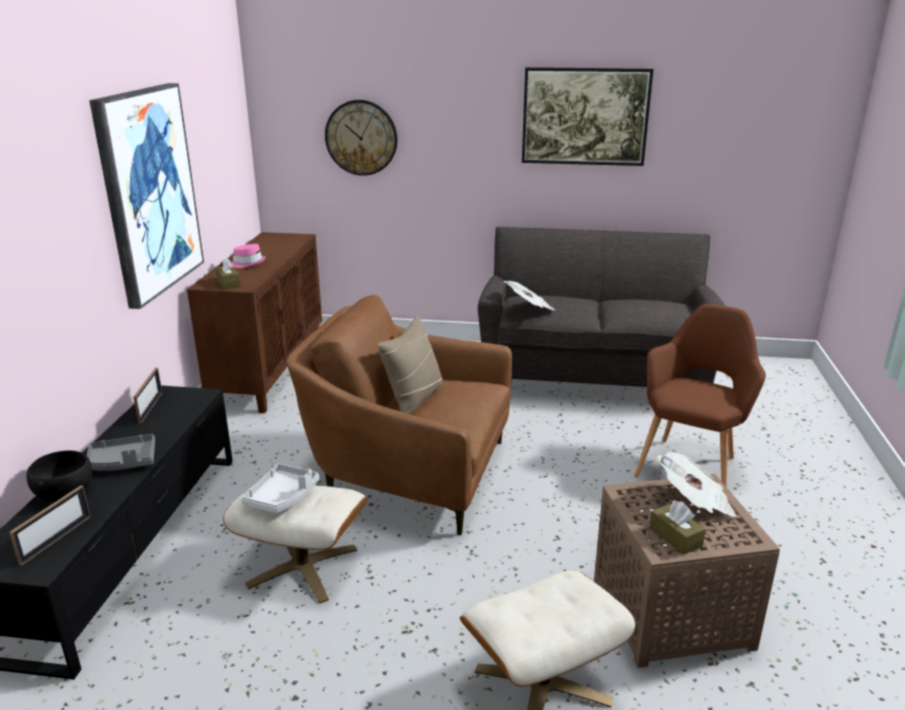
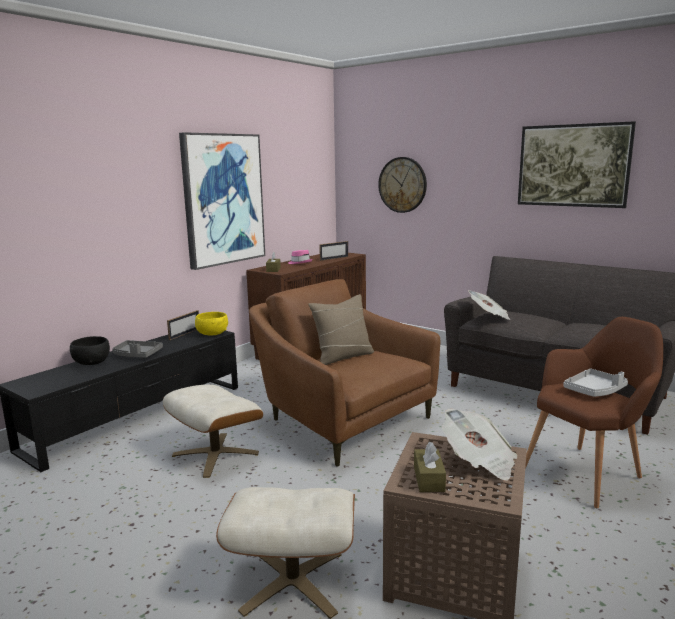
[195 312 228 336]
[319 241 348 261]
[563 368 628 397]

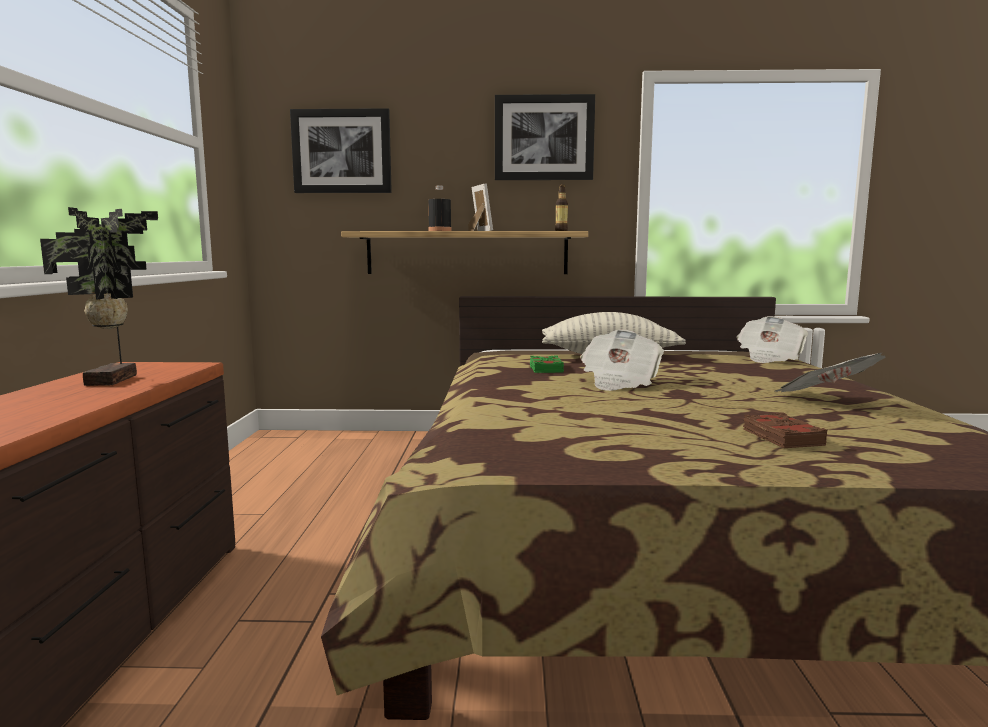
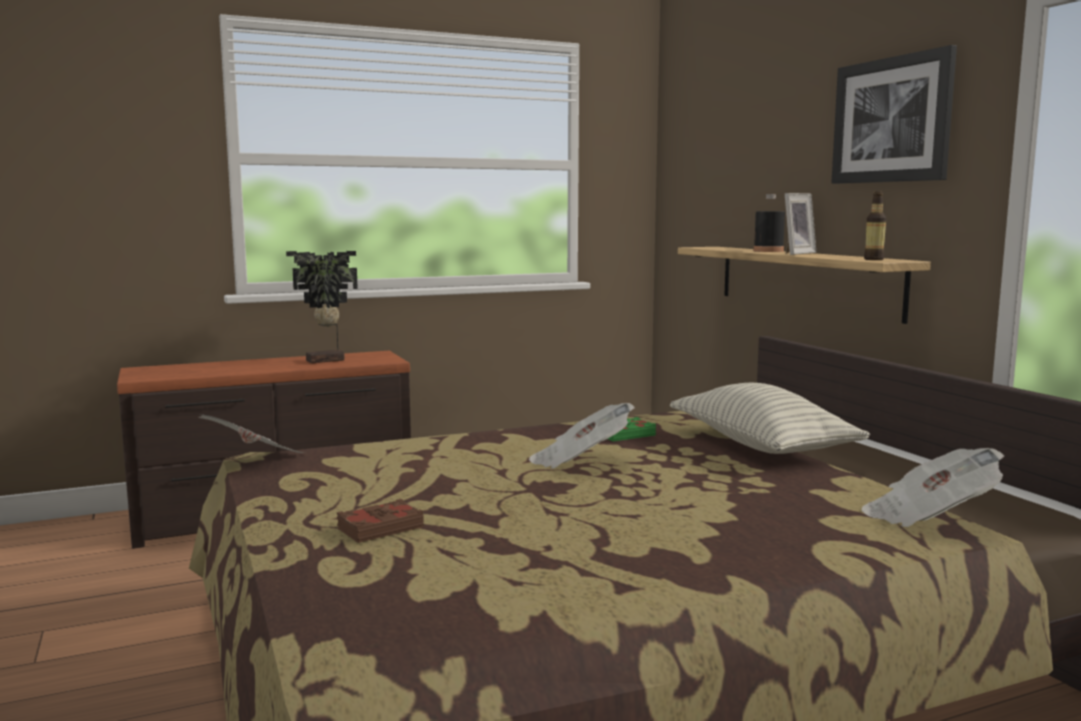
[290 108 392 193] (first image)
[198 415 306 453]

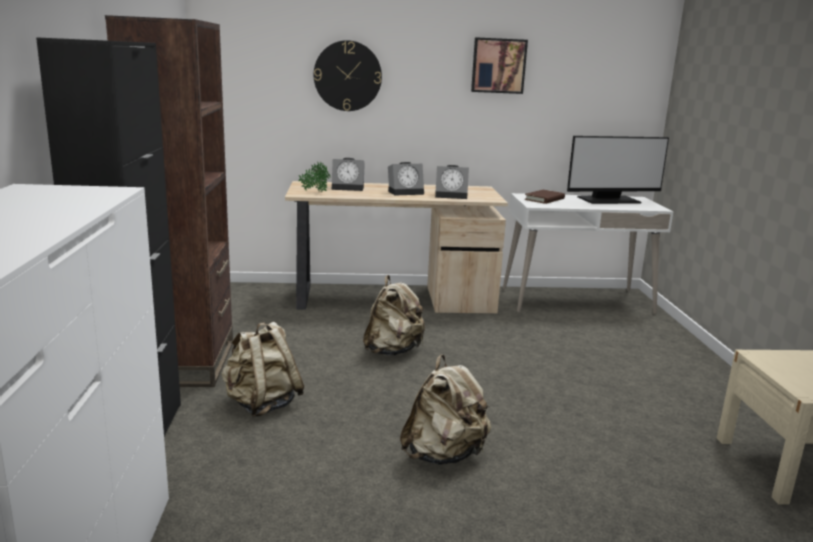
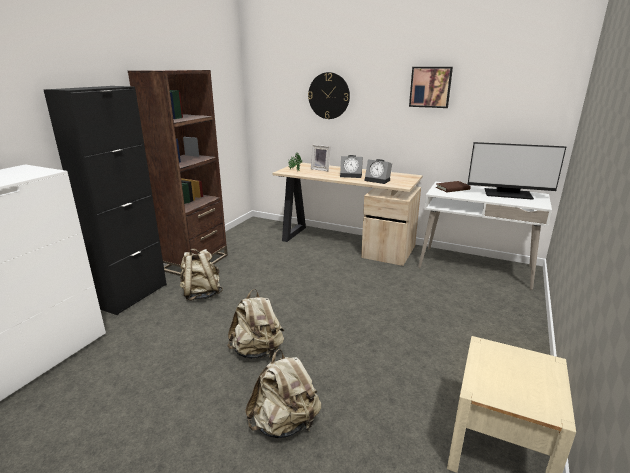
[245 349 321 438]
[311 145 331 171]

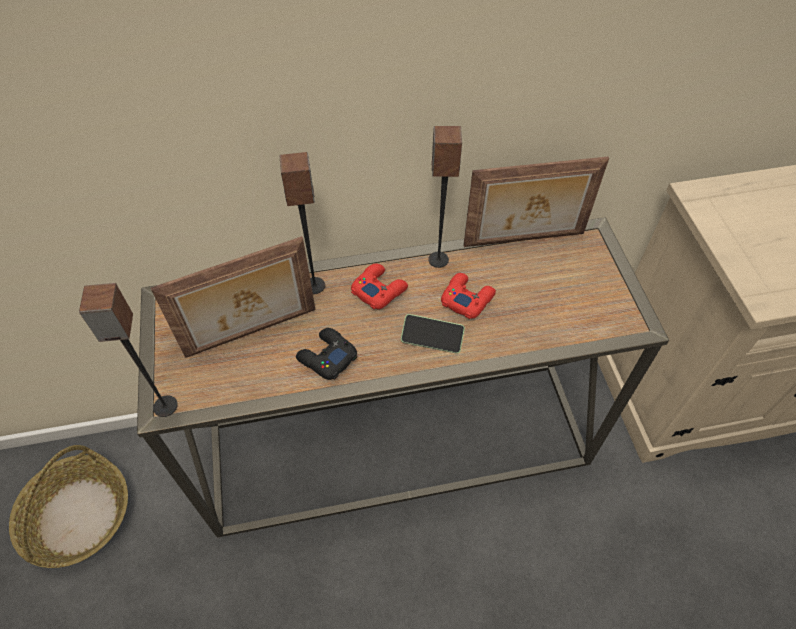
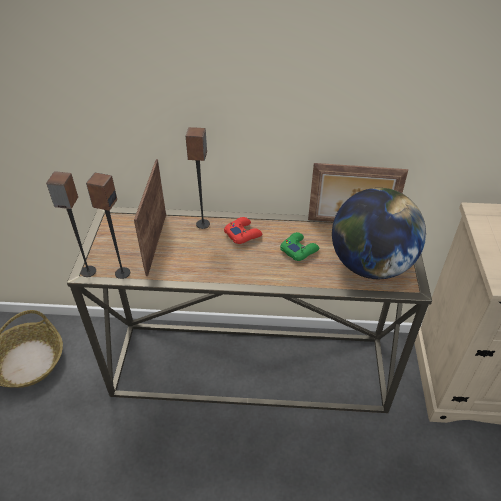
[296 328 357 380] (first image)
[401 314 465 354] (first image)
[332 188 426 279]
[86 173 130 279]
[280 232 319 261]
[134 159 166 276]

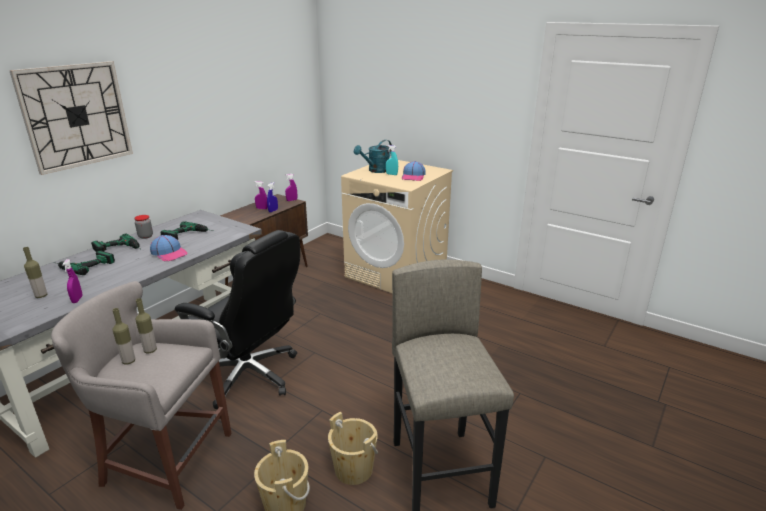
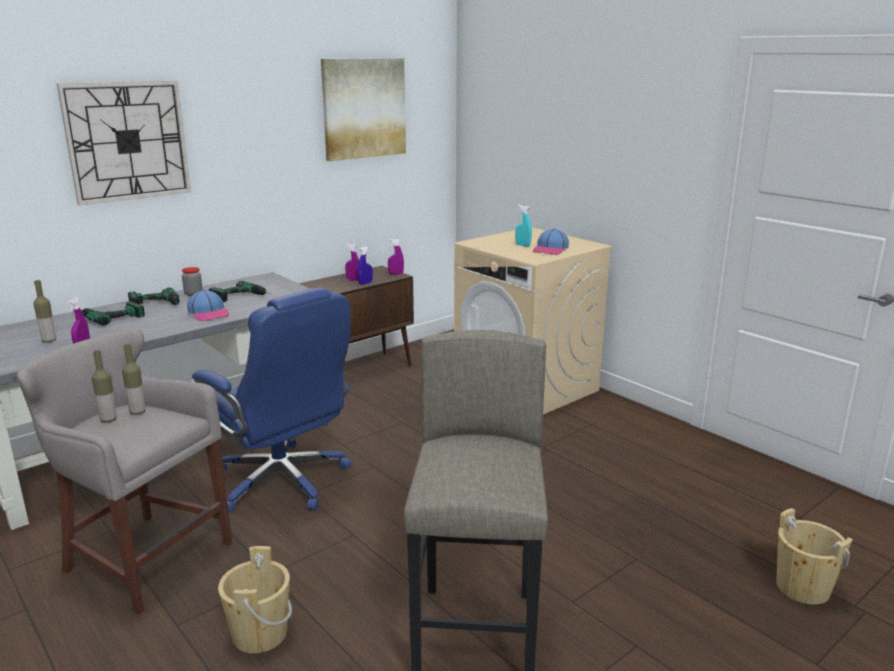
[354 140 392 173] (first image)
[321 58 406 161]
[776 508 853 605]
[192 287 351 513]

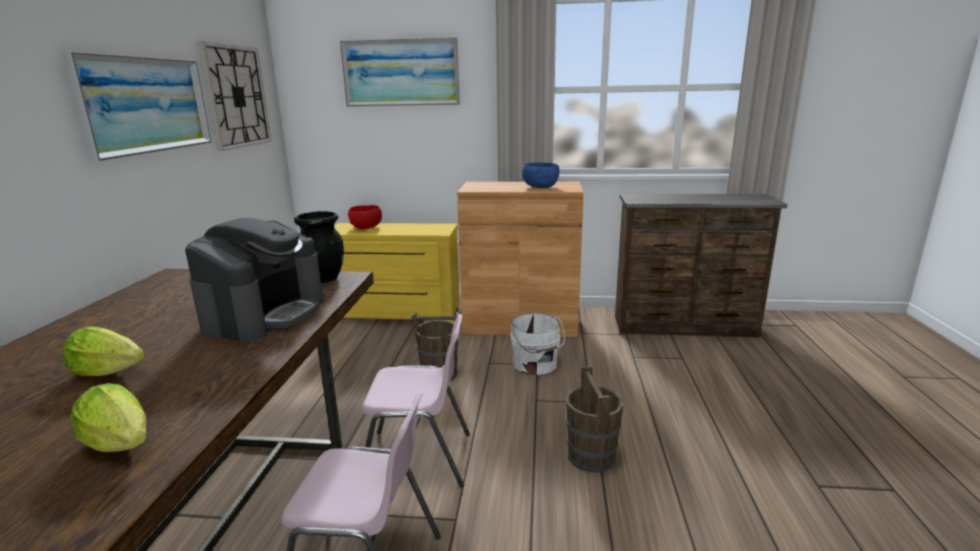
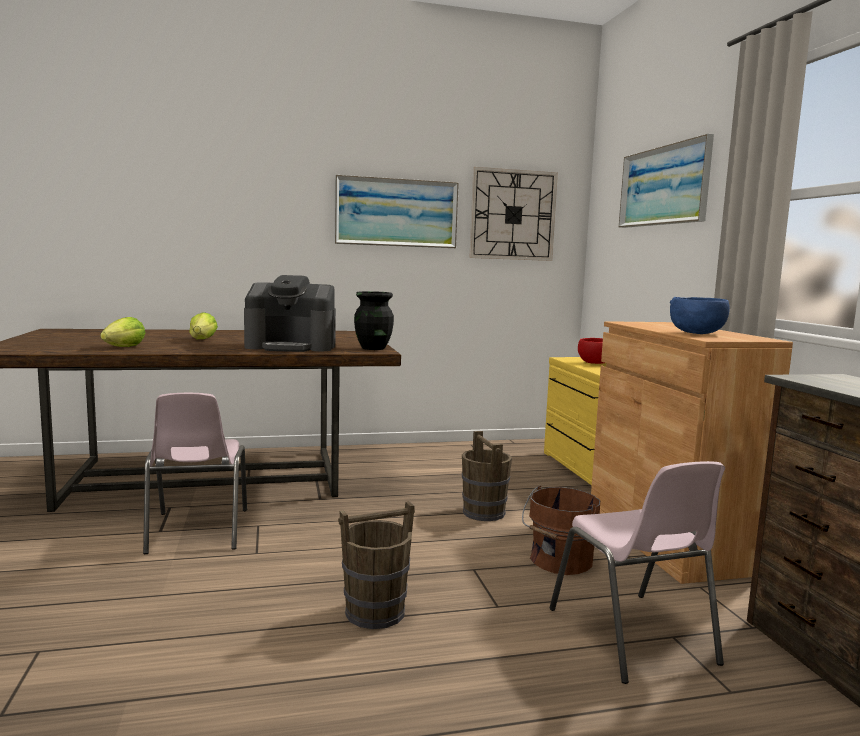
[549 461 725 684]
[522 485 600 575]

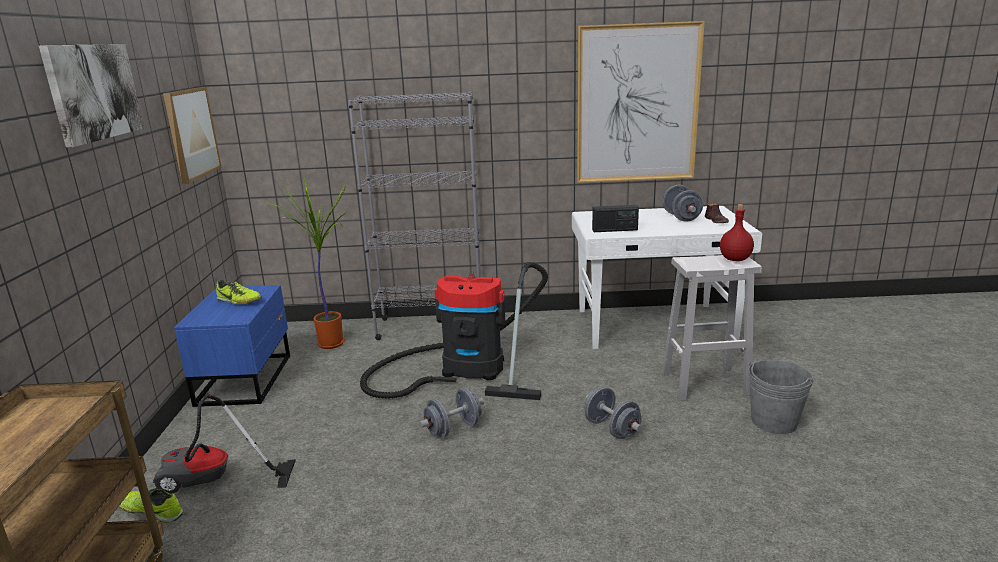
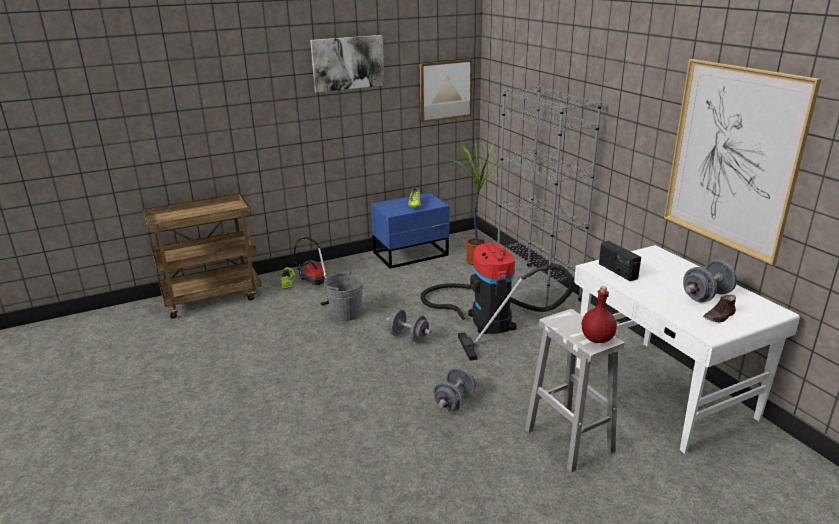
[324 271 364 321]

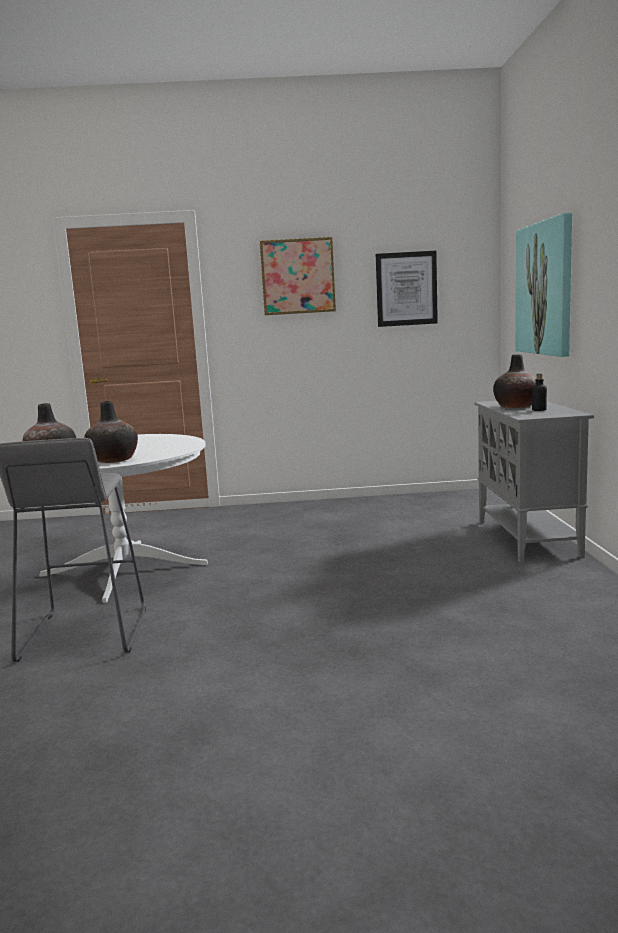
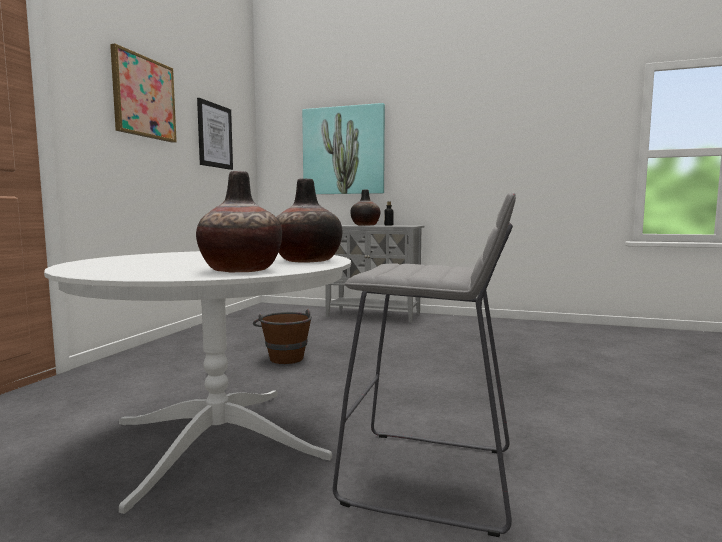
[253 308 312 364]

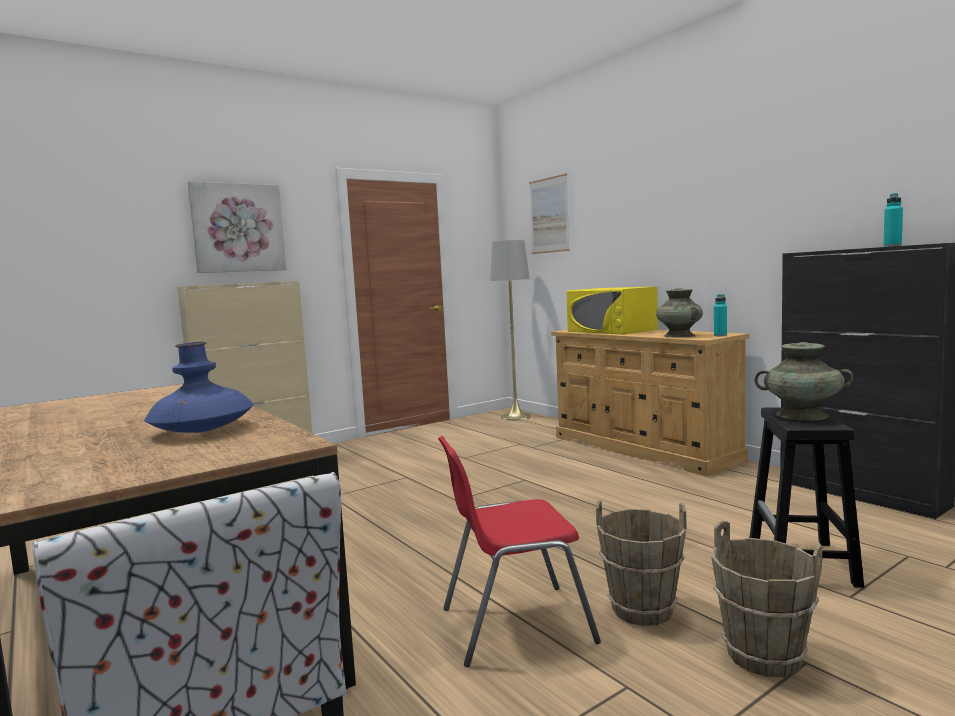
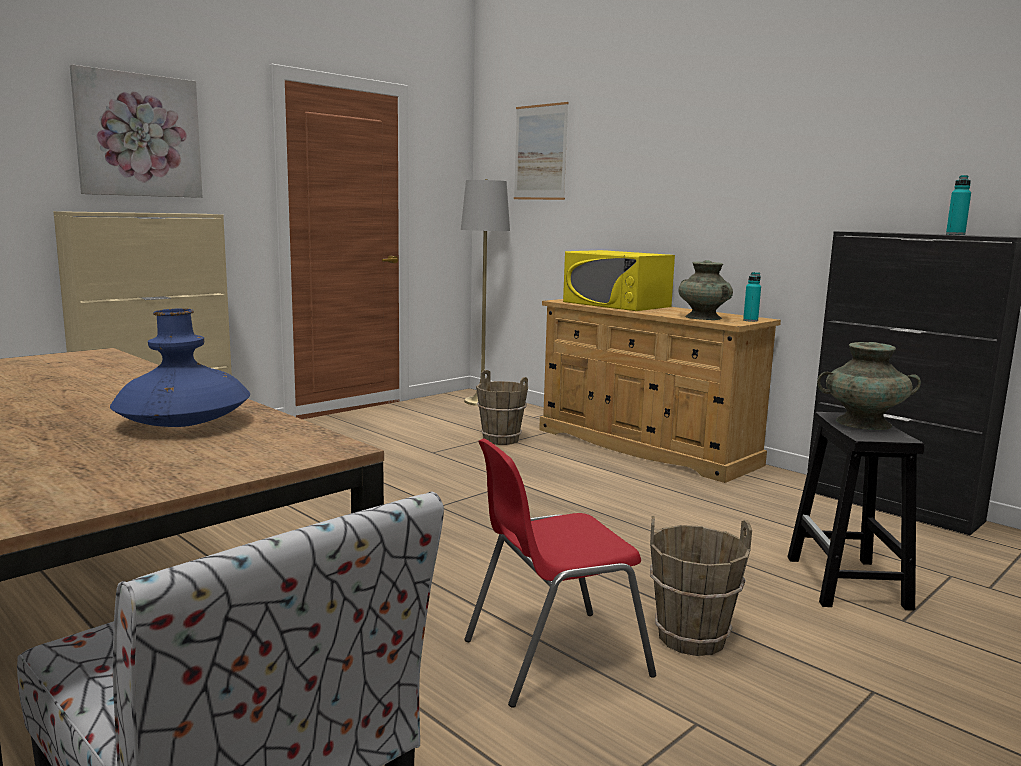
[476 370 528 445]

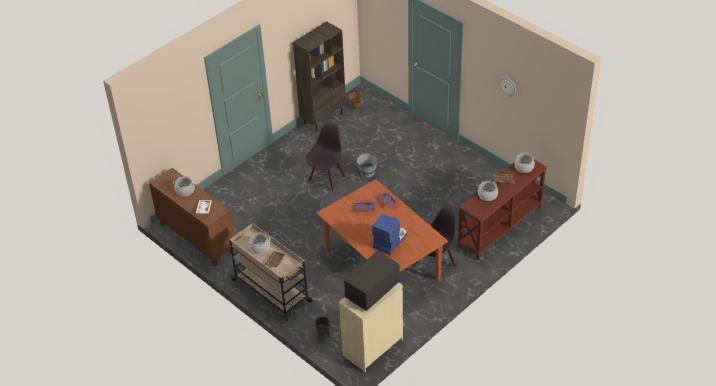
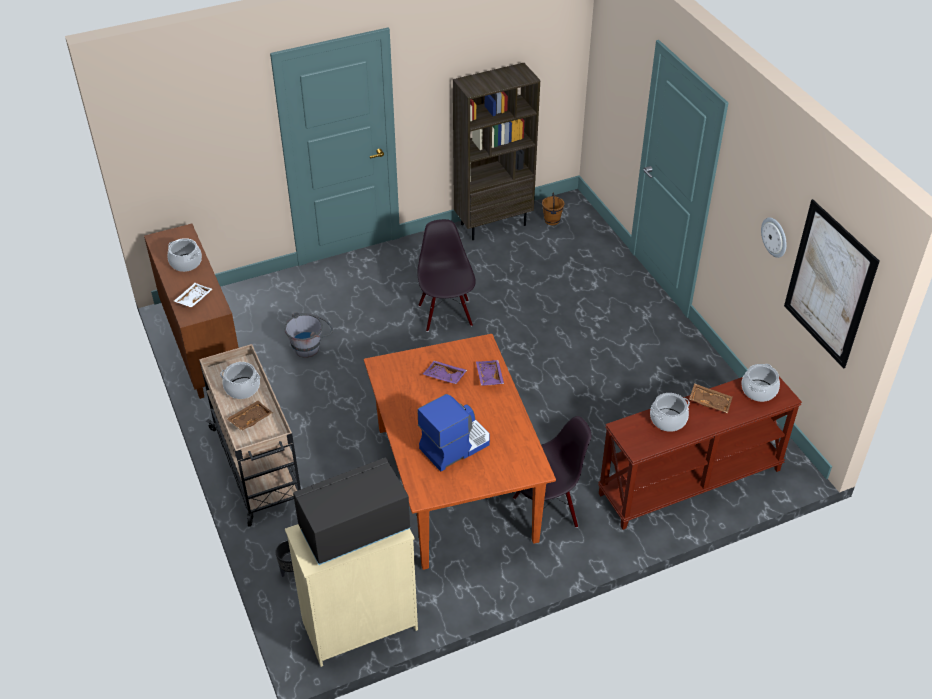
[784 199 880 369]
[284 312 333 358]
[418 219 476 332]

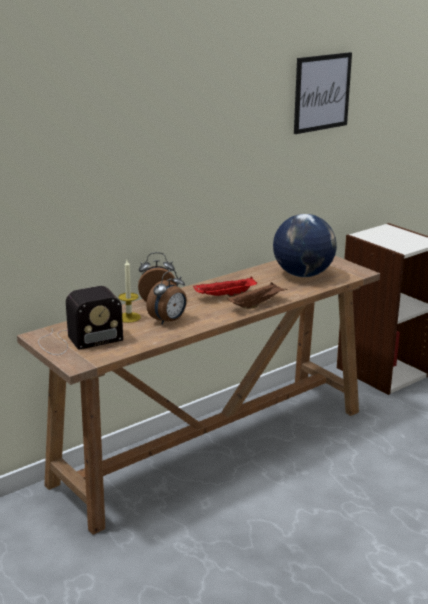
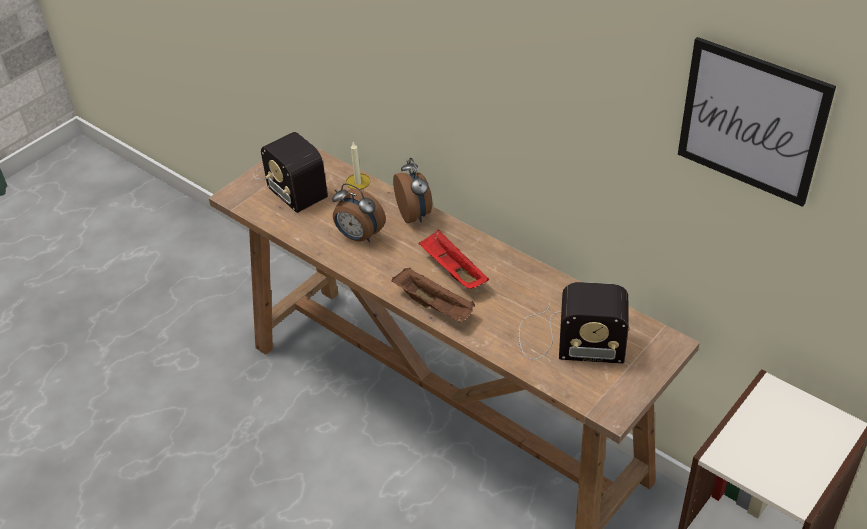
[519 282 629 364]

